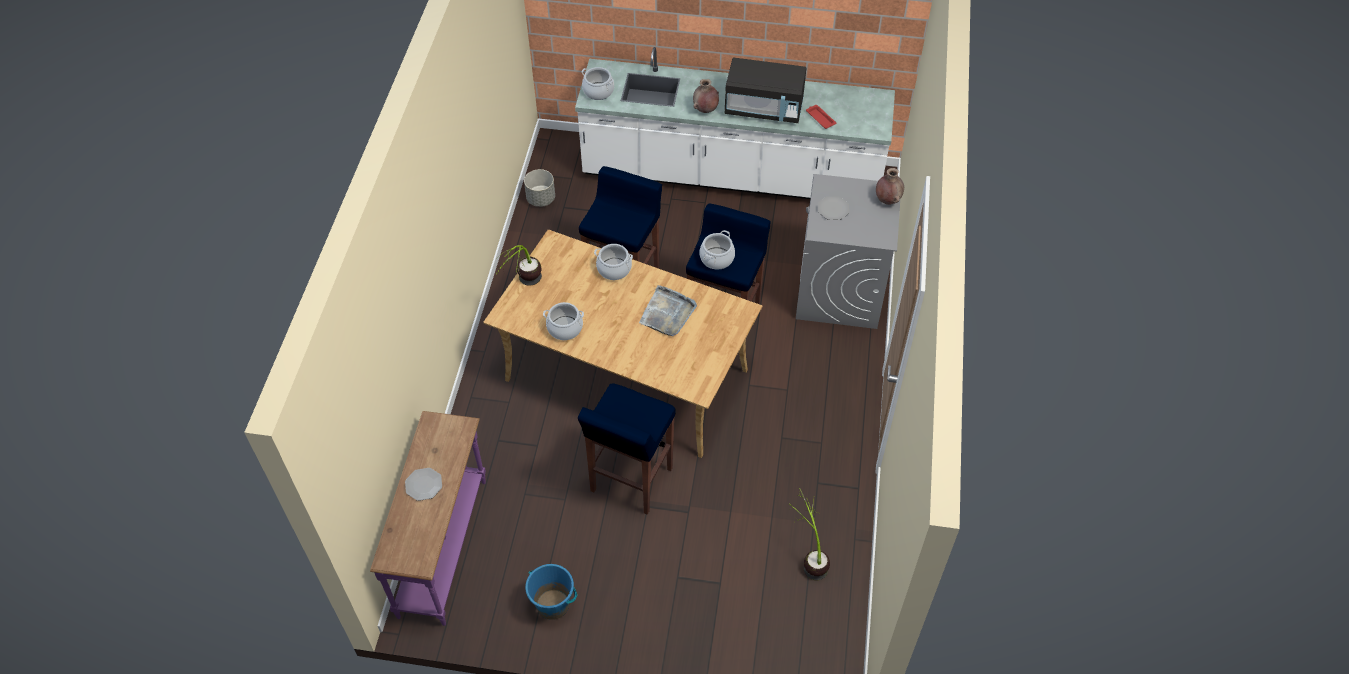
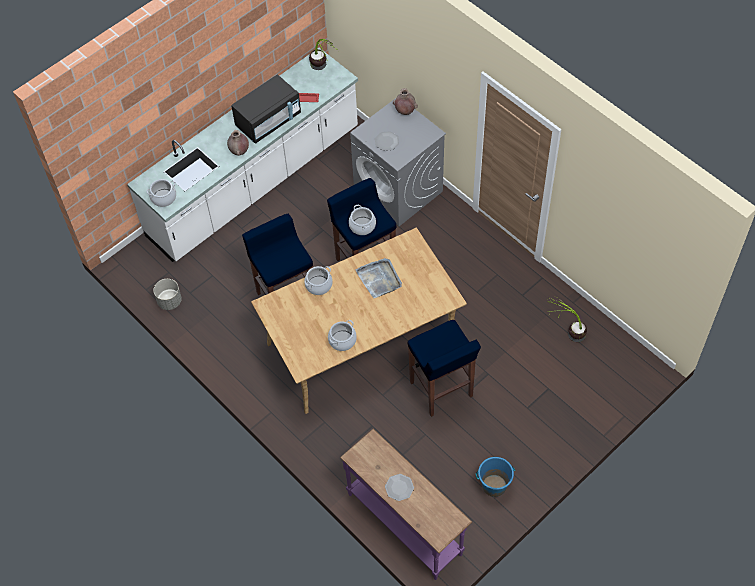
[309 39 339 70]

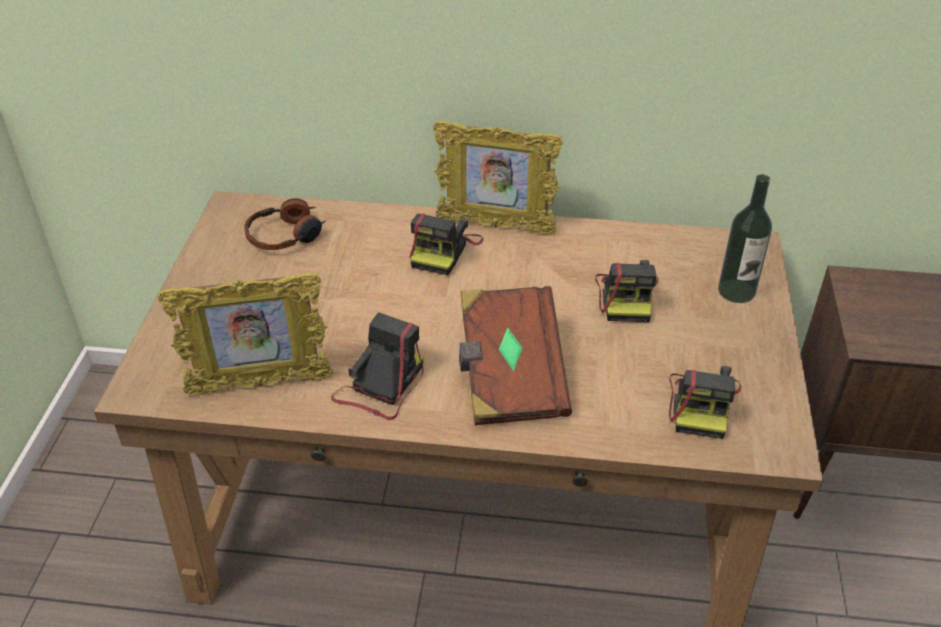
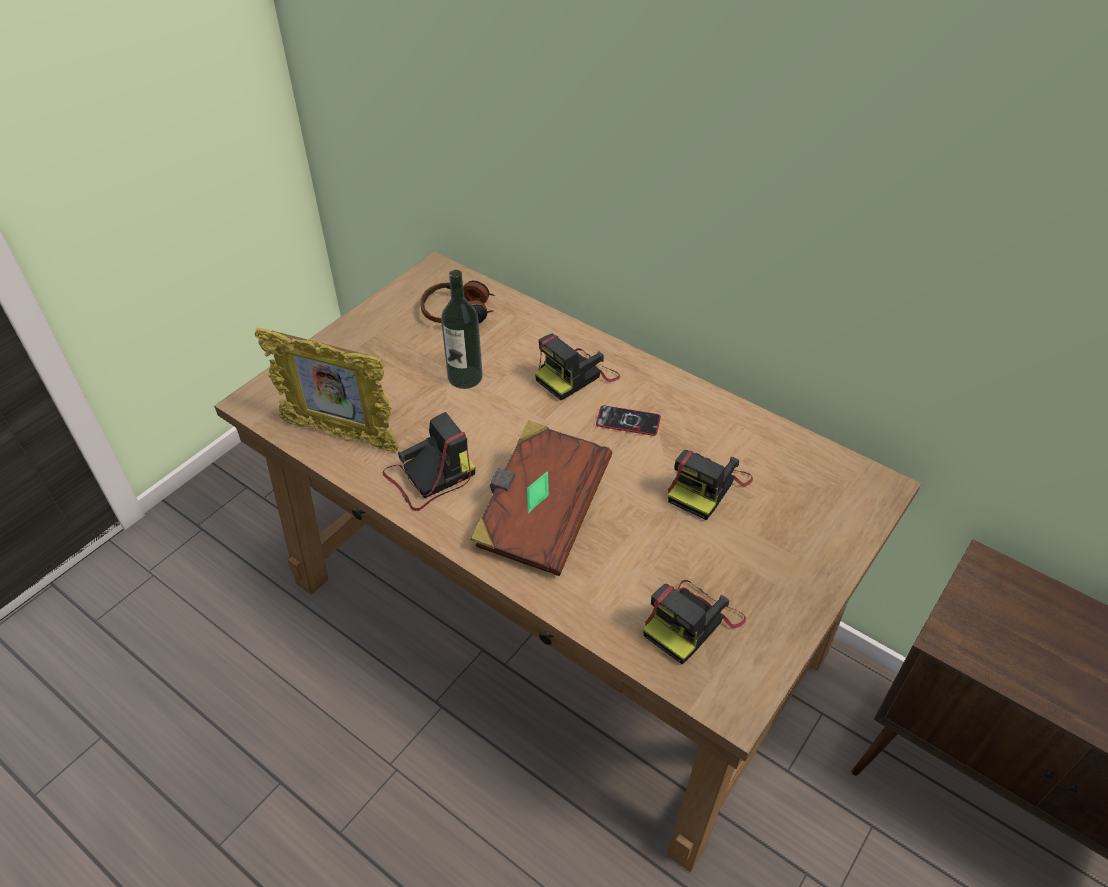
[433 121 563 235] (first image)
[596 405 661 436]
[441 270 483 389]

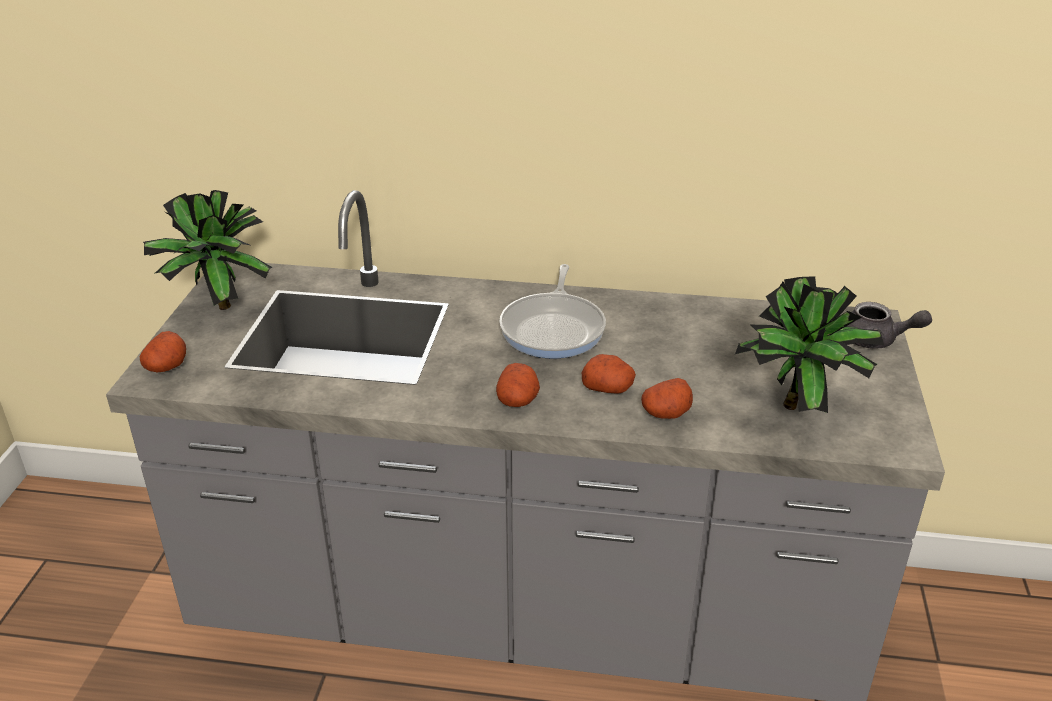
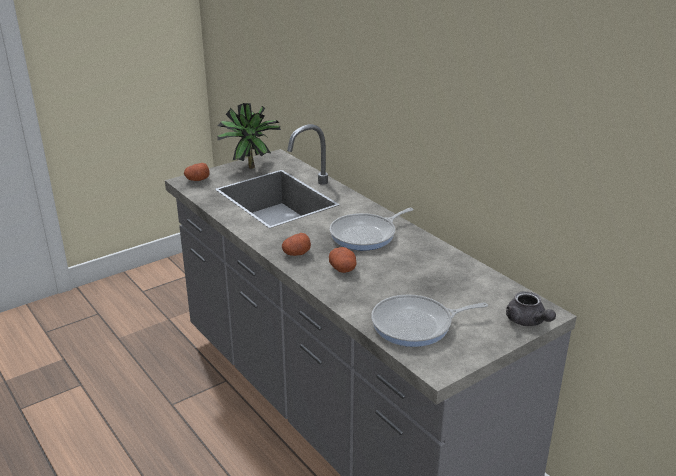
[641 378 693 419] (first image)
[371 295 488 347]

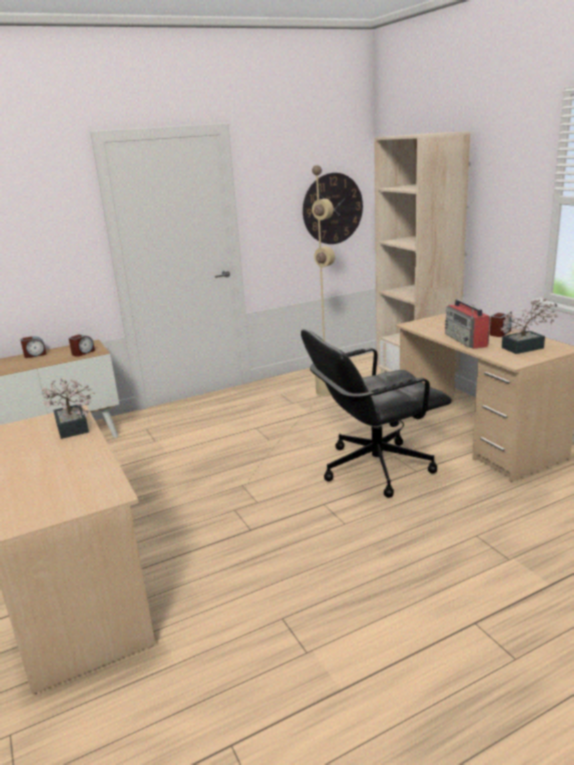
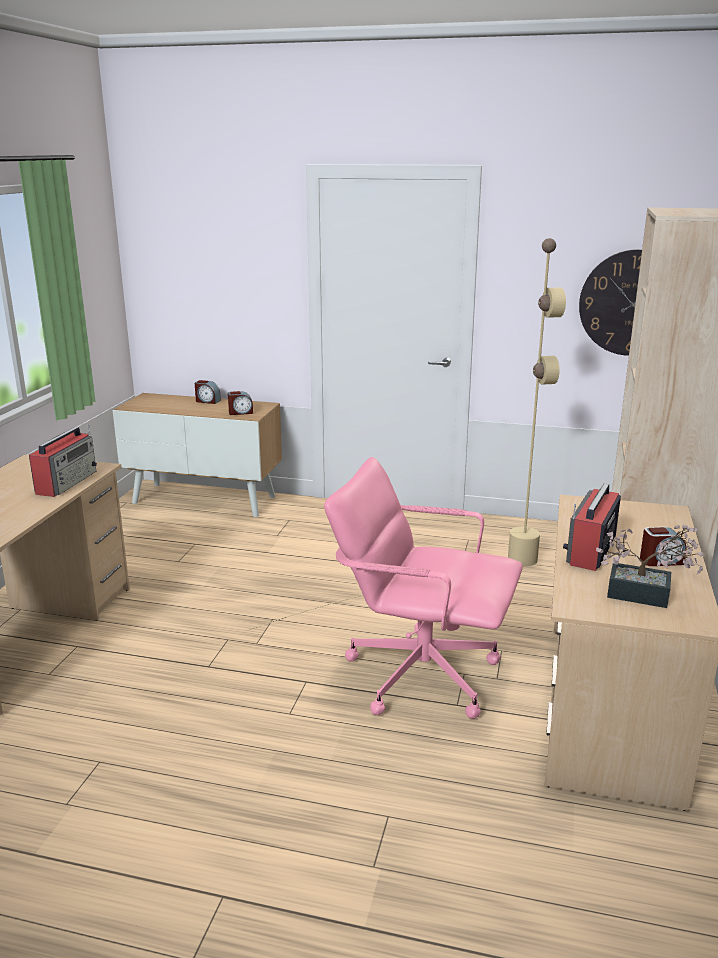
[29 424 97 497]
[324 457 523 719]

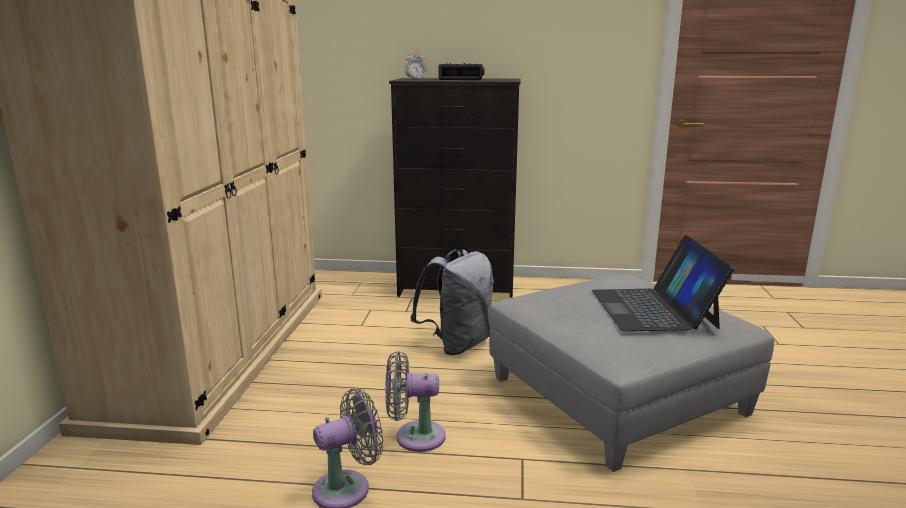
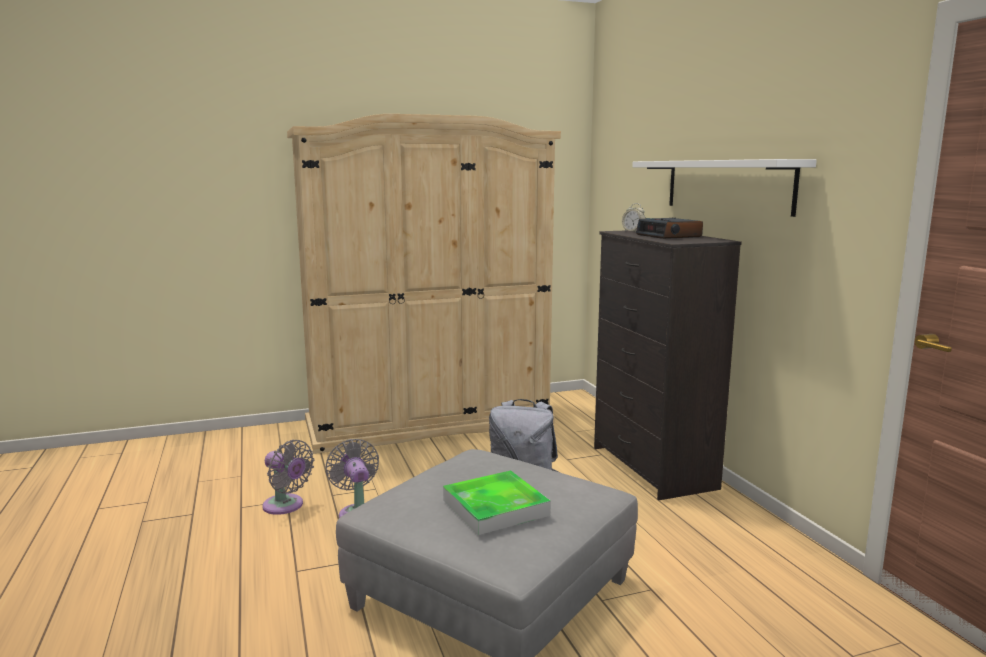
[632 159 817 217]
[443 470 551 535]

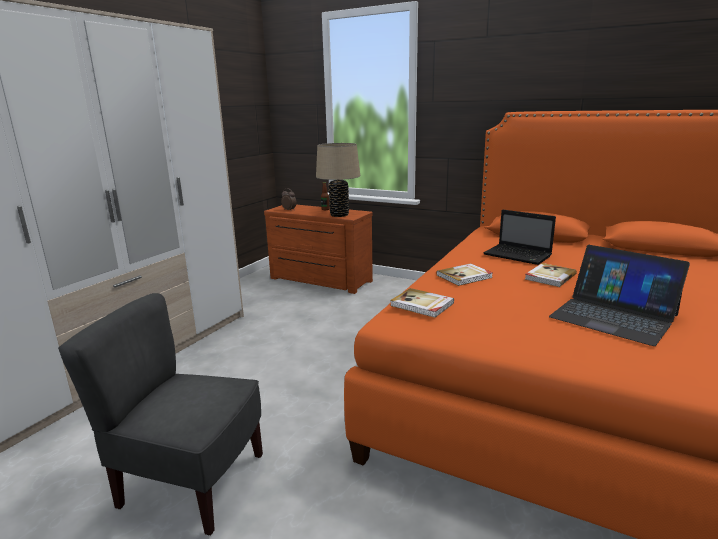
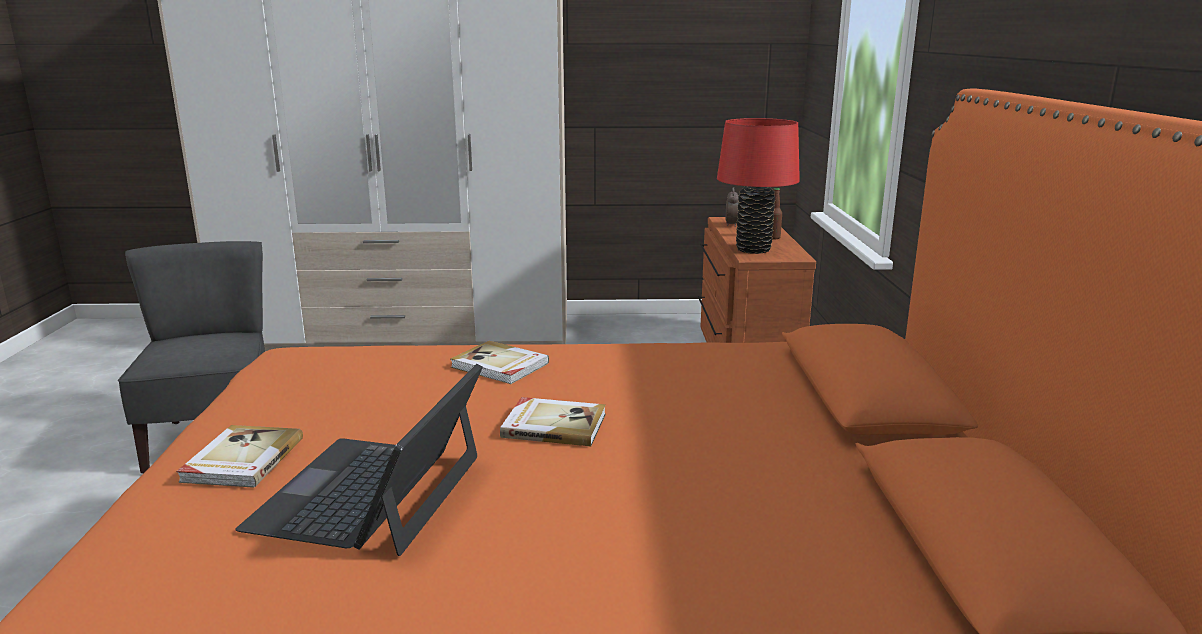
[483 210 556 265] (first image)
[176 425 303 488]
[717 118 800 254]

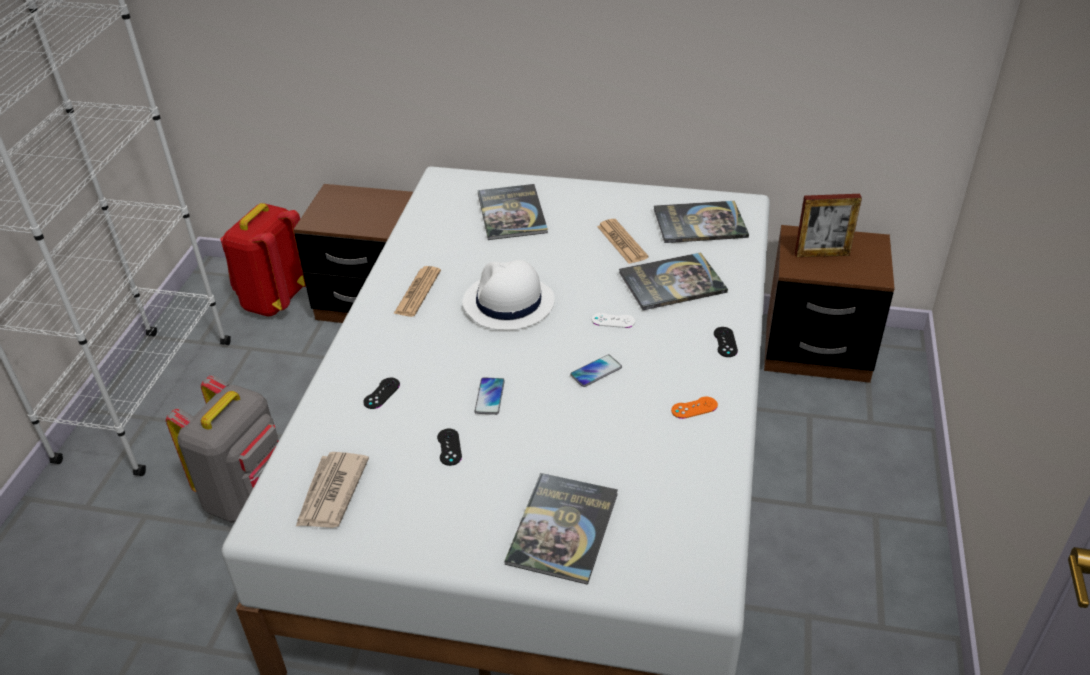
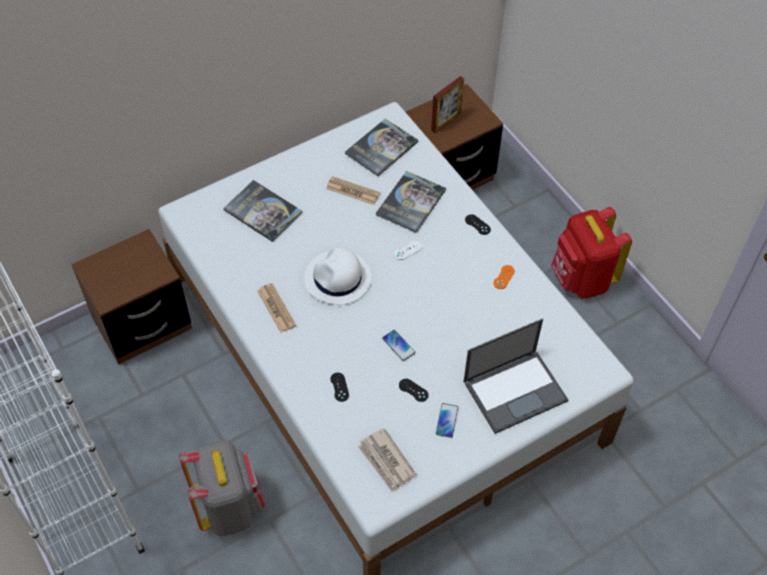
[551 207 632 299]
[436 403 459 438]
[464 319 568 434]

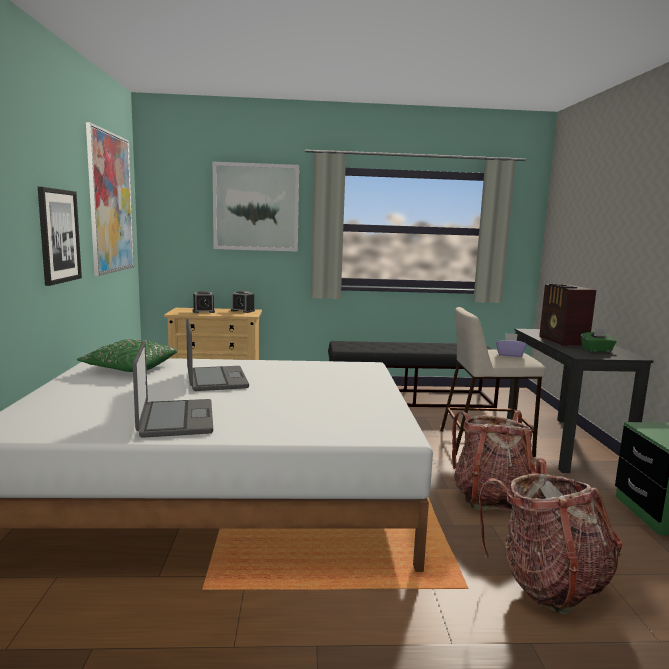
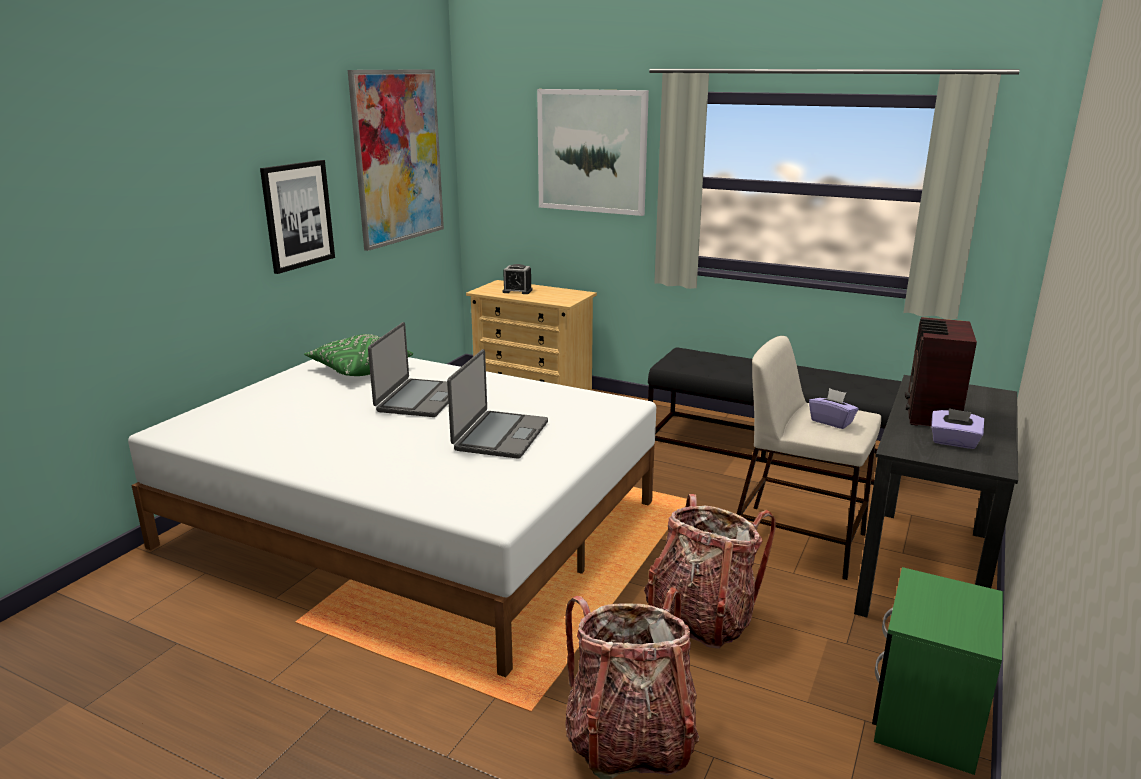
[231 291 255 313] (first image)
[447 349 548 459]
[931 408 984 449]

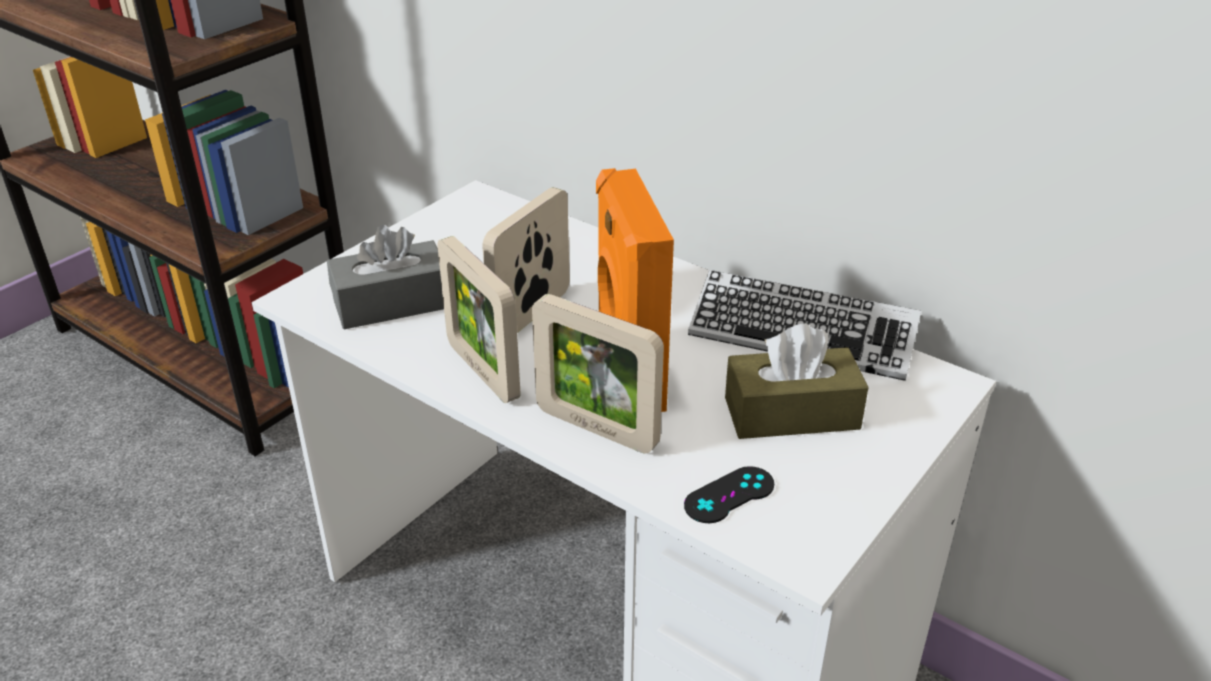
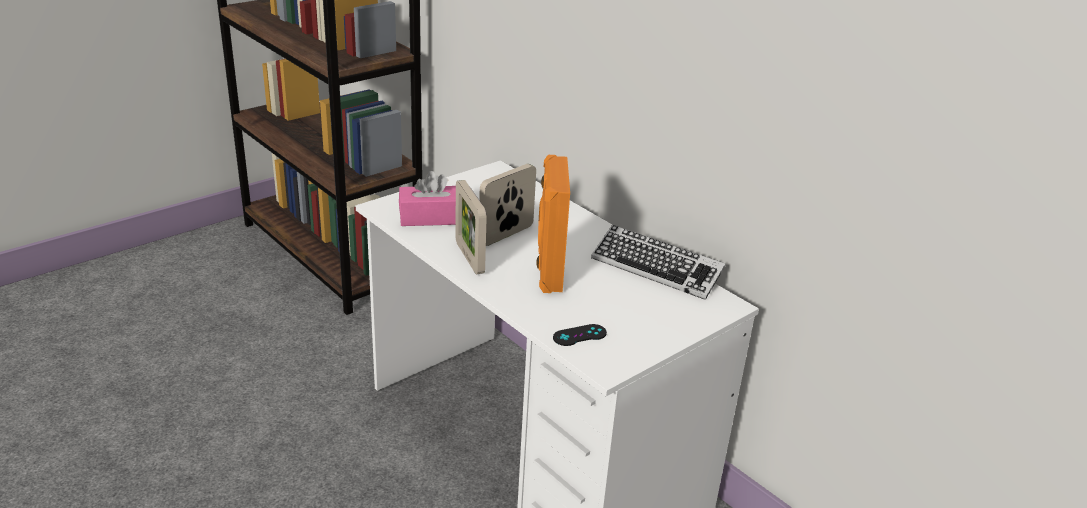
[532 294 664 453] (first image)
[725 323 869 439] (first image)
[399 171 456 226]

